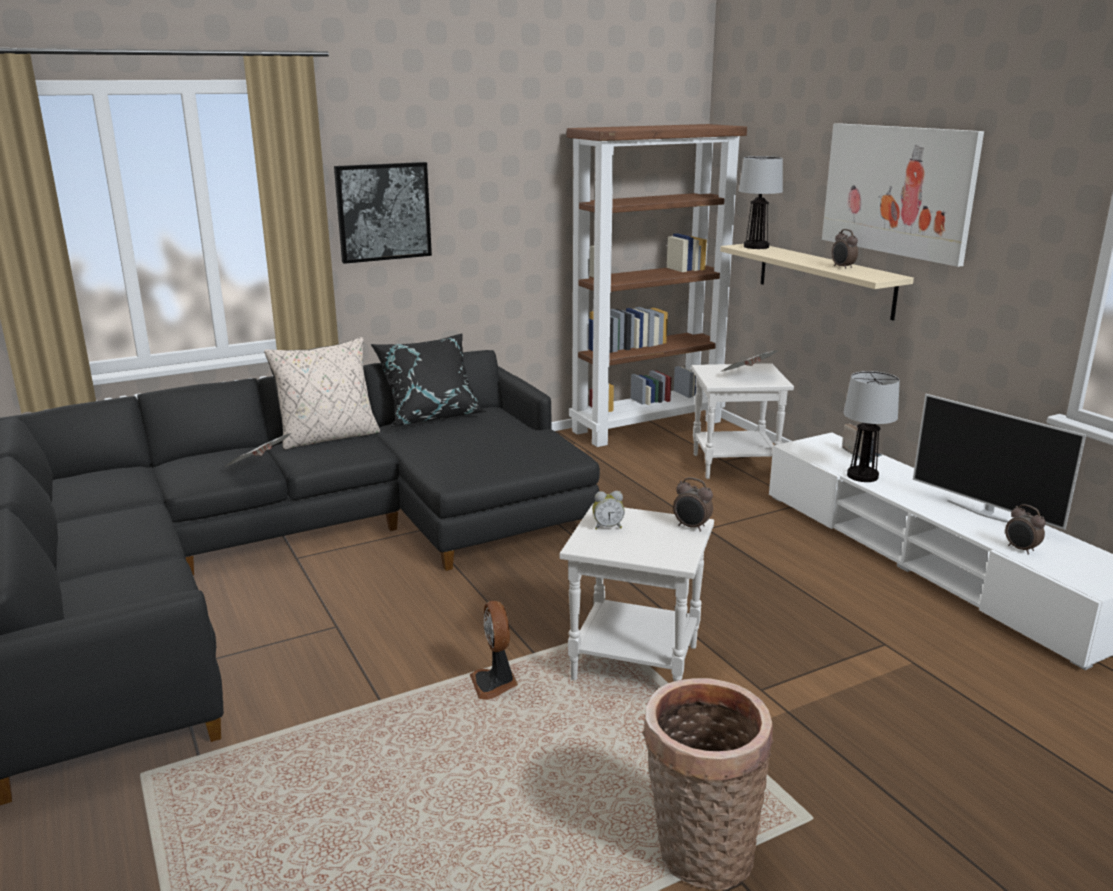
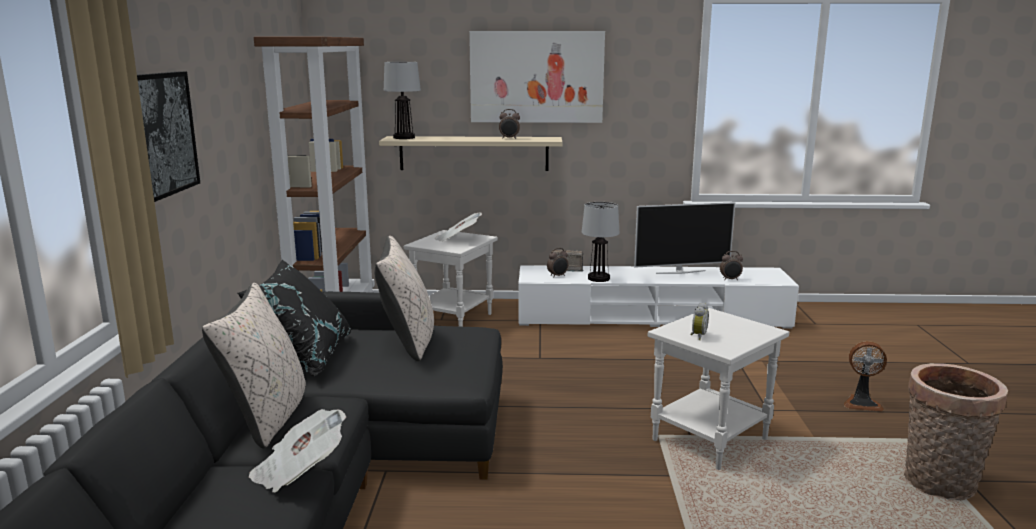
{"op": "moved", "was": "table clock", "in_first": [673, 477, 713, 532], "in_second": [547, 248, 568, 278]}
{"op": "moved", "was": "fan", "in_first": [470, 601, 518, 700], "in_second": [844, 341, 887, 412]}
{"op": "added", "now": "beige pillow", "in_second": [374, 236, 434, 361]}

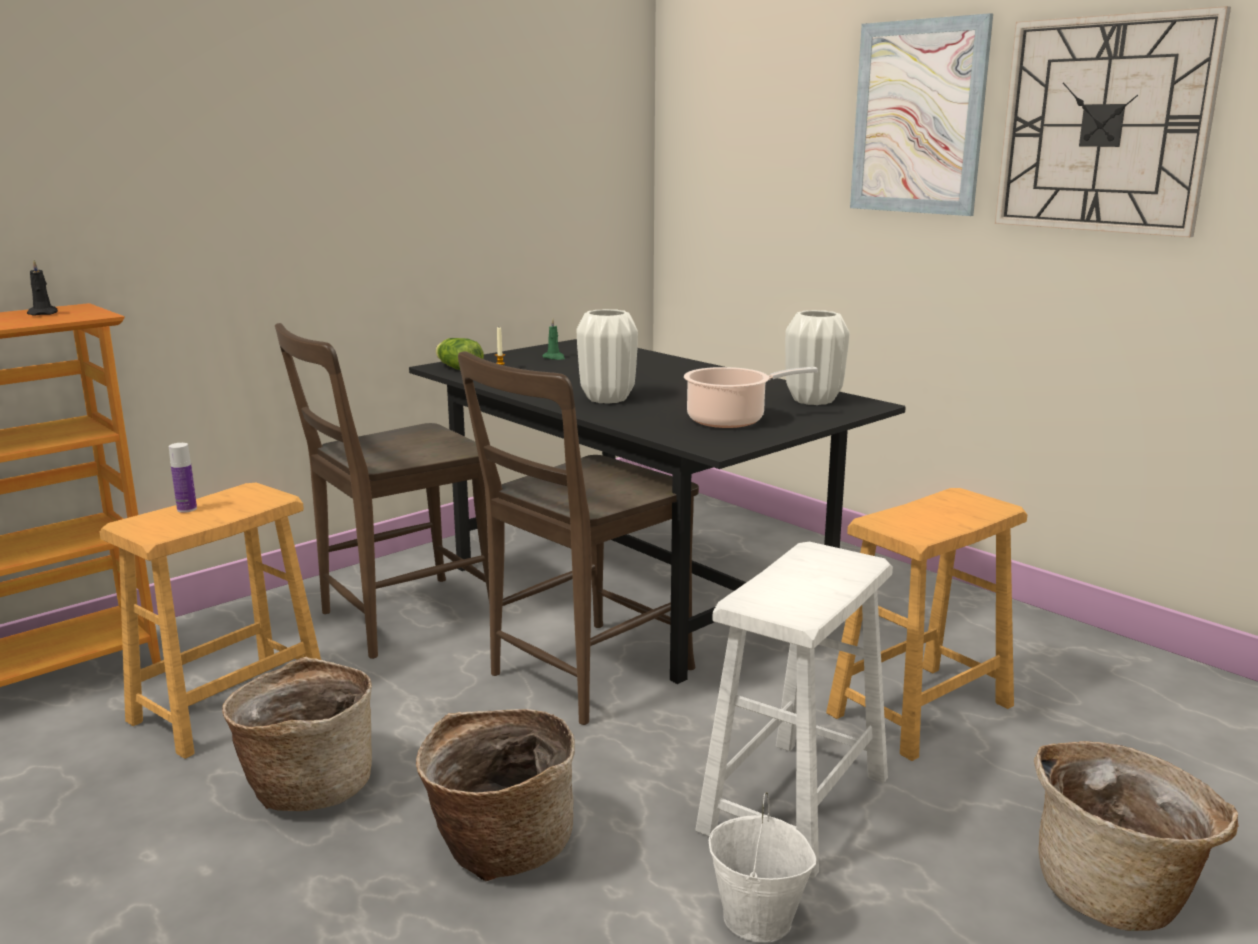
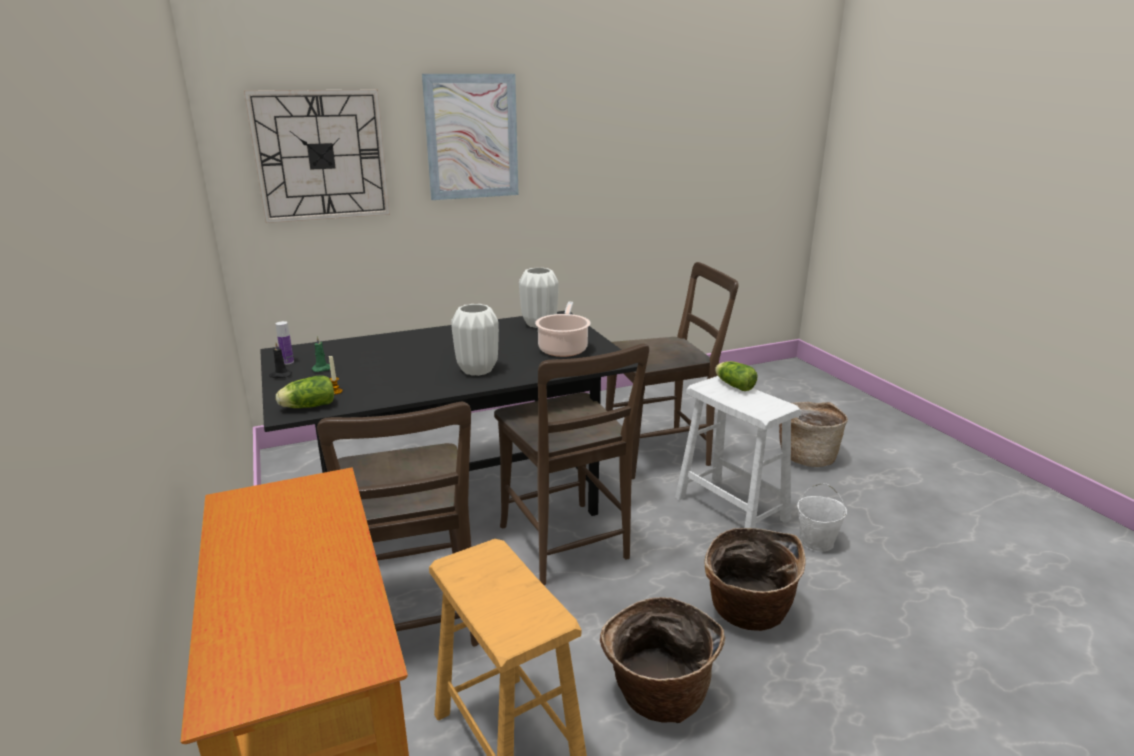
{"op": "moved", "was": "hanging clock", "in_first": [995, 6, 1231, 237], "in_second": [244, 90, 390, 223]}
{"op": "moved", "was": "blackish wax candle", "in_first": [27, 260, 58, 315], "in_second": [269, 343, 292, 378]}
{"op": "moved", "was": "beverage bottle", "in_first": [169, 443, 197, 513], "in_second": [276, 321, 294, 365]}
{"op": "replaced", "was": "brown sitting stool", "now": "brown plain chair", "in_first": [826, 488, 1027, 761], "in_second": [605, 262, 739, 479]}
{"op": "added", "now": "head of lettuce", "in_second": [715, 361, 758, 391]}

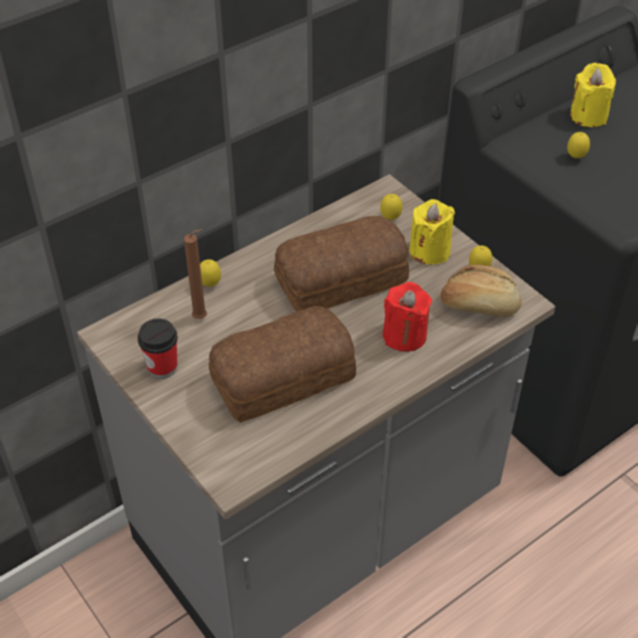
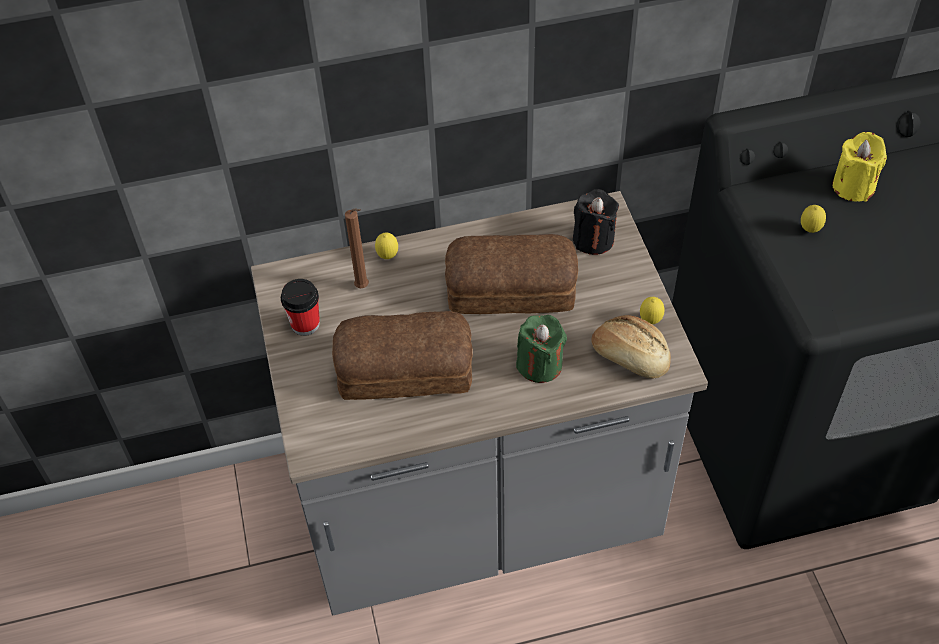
{"op": "replaced", "was": "whole lemon", "now": "blackish wax candle", "in_first": [380, 194, 402, 220], "in_second": [573, 189, 619, 255]}
{"op": "removed", "was": "yellow-coloured wax candle", "in_first": [409, 199, 455, 265]}
{"op": "recoloured", "was": "reddish wax candle", "now": "greenish wax candle", "in_first": [383, 282, 432, 352], "in_second": [516, 315, 567, 383]}

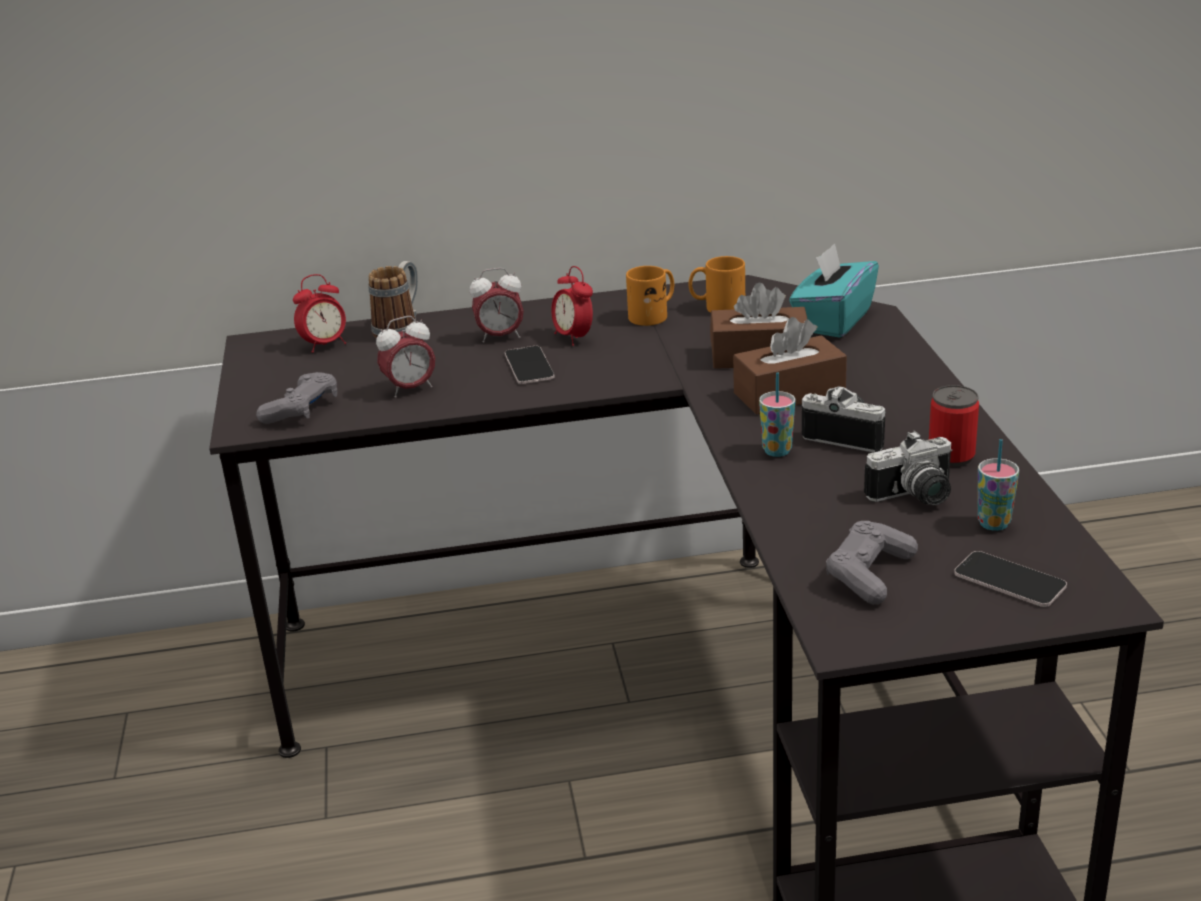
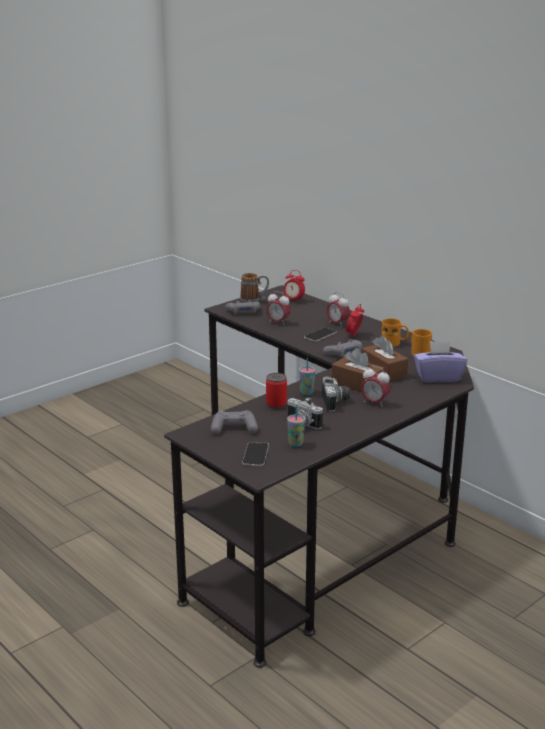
{"op": "recoloured", "was": "turquoise tissue holder", "now": "purplish tissue holder", "in_first": [789, 243, 879, 338], "in_second": [414, 341, 467, 382]}
{"op": "moved", "was": "coffee mug", "in_first": [368, 261, 418, 338], "in_second": [240, 273, 269, 303]}
{"op": "moved", "was": "metal can", "in_first": [929, 385, 979, 467], "in_second": [266, 373, 287, 409]}
{"op": "added", "now": "grey game controller", "in_second": [323, 340, 362, 357]}
{"op": "added", "now": "table clock", "in_second": [361, 366, 391, 407]}

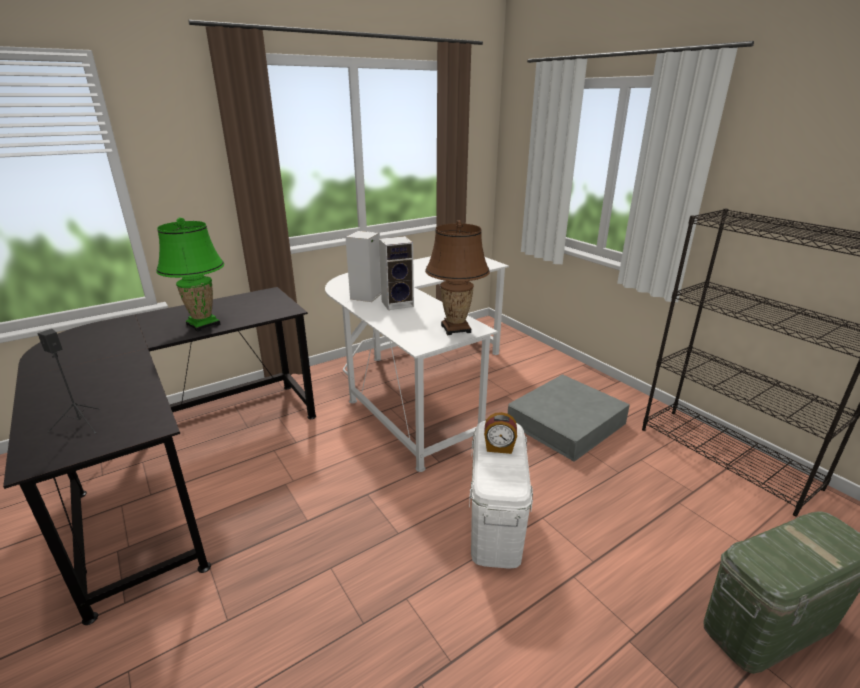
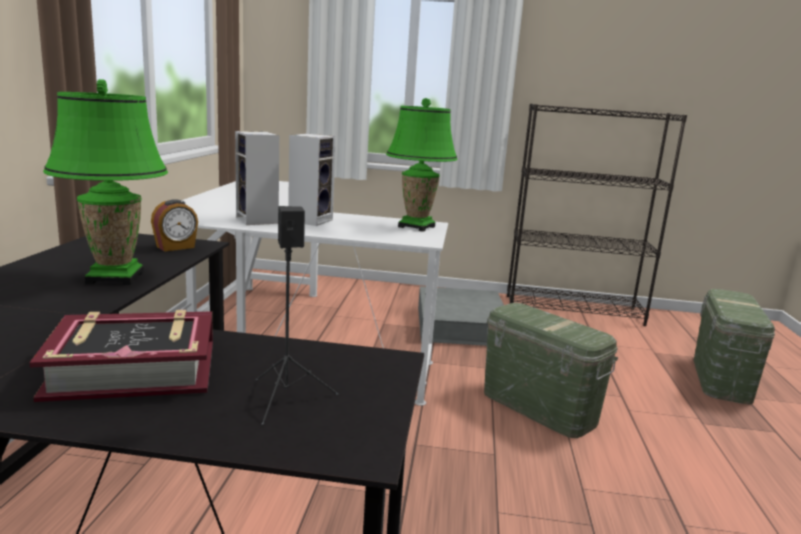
{"op": "recoloured", "was": "brown tabletop lamp", "now": "greenish tabletop lamp", "in_first": [425, 220, 490, 335], "in_second": [386, 98, 458, 232]}
{"op": "moved", "was": "table clock", "in_first": [484, 412, 517, 454], "in_second": [151, 199, 198, 252]}
{"op": "recoloured", "was": "whitish storage bin", "now": "greenish storage bin", "in_first": [469, 421, 533, 569], "in_second": [484, 303, 618, 438]}
{"op": "added", "now": "bound book", "in_second": [29, 310, 213, 402]}

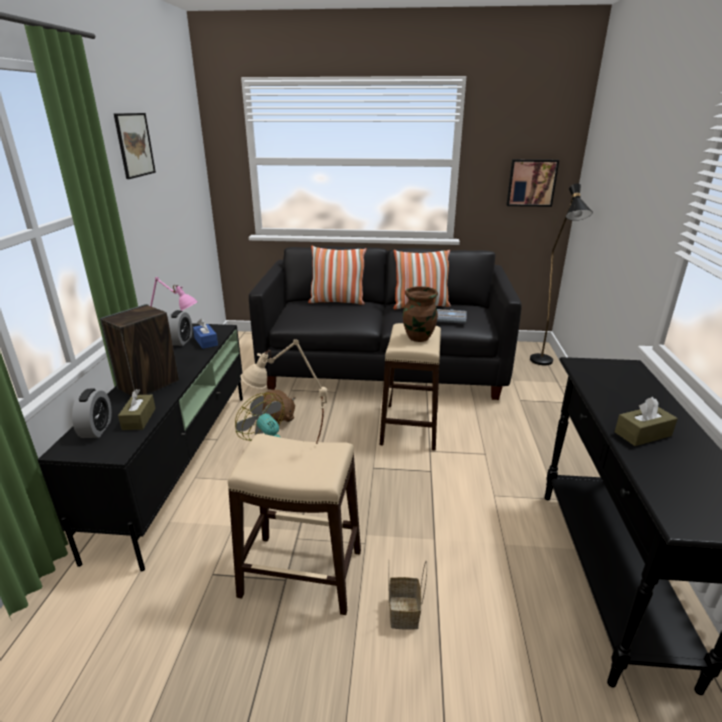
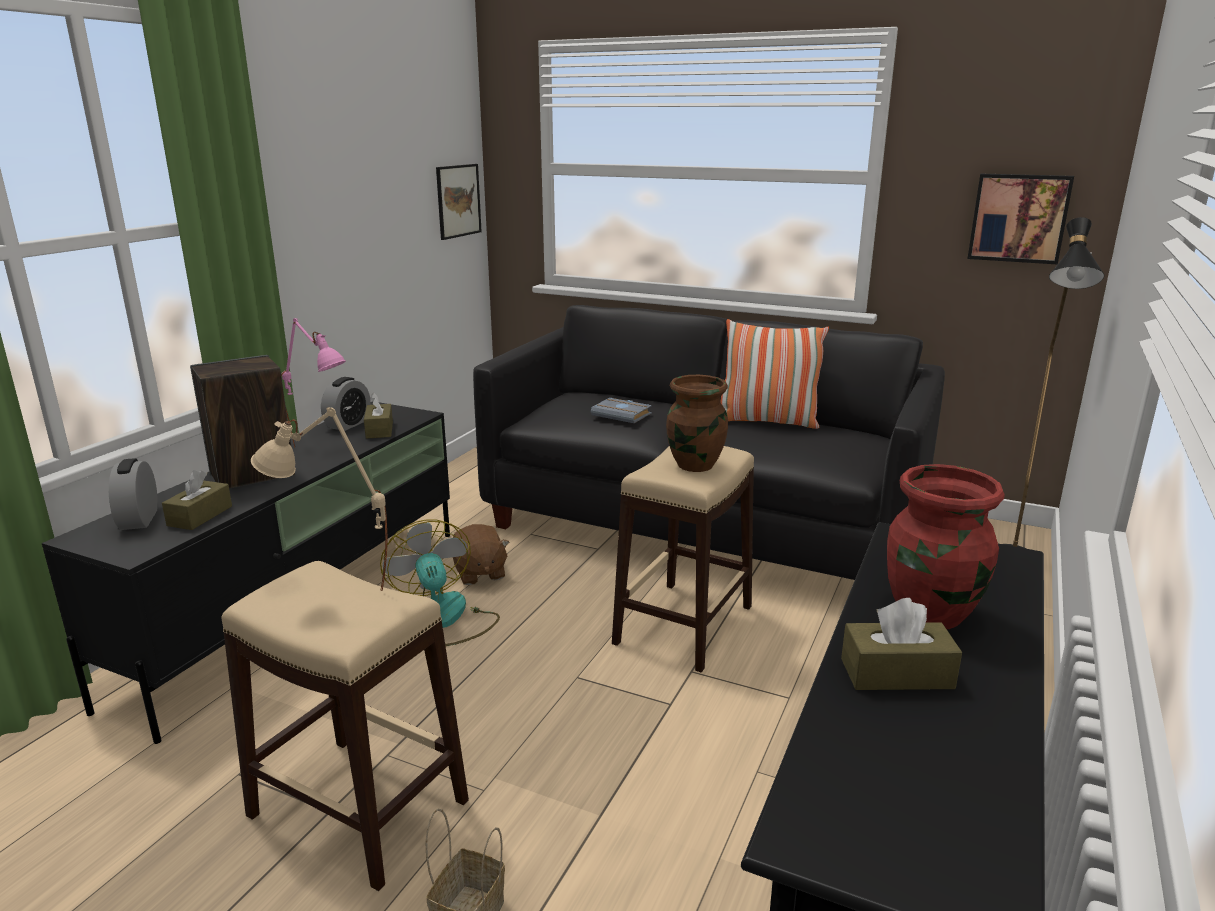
{"op": "moved", "was": "wall picture", "in_first": [114, 113, 156, 179], "in_second": [436, 164, 482, 240]}
{"op": "removed", "was": "pillow", "in_first": [308, 246, 367, 305]}
{"op": "moved", "was": "grey bound book", "in_first": [437, 309, 467, 324], "in_second": [591, 398, 652, 423]}
{"op": "recoloured", "was": "bluish tissue holder", "now": "brown tissue holder", "in_first": [193, 319, 218, 349], "in_second": [364, 393, 393, 439]}
{"op": "turned", "was": "table clock", "in_first": [72, 389, 112, 438], "in_second": [109, 458, 158, 530], "clockwise": 150}
{"op": "added", "now": "reddish vase", "in_second": [887, 464, 1005, 629]}

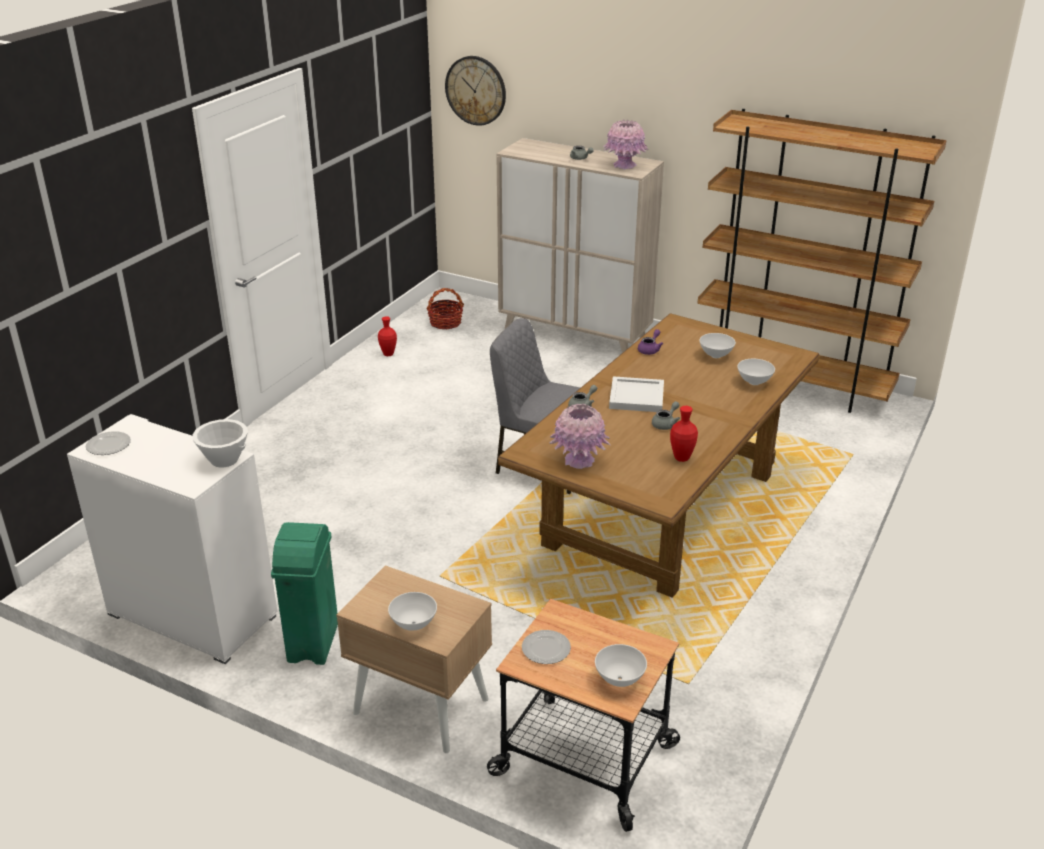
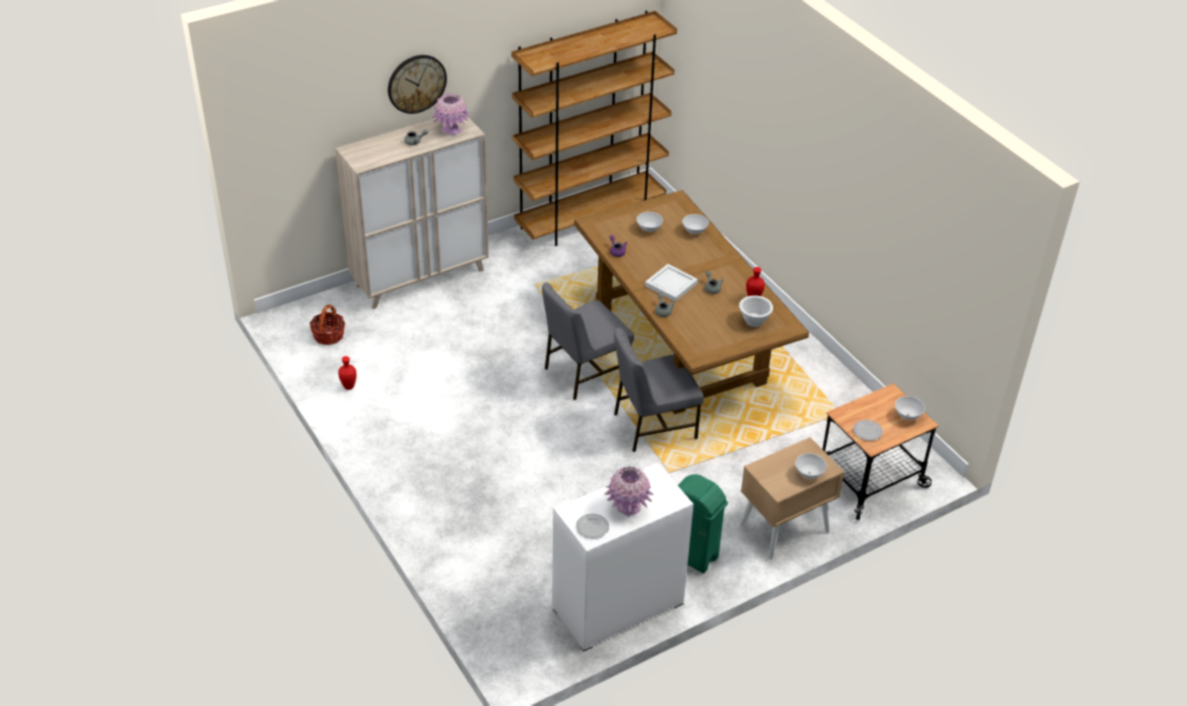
{"op": "moved", "was": "hanging clock", "in_first": [445, 56, 506, 126], "in_second": [388, 55, 447, 114]}
{"op": "moved", "was": "pink vase", "in_first": [549, 403, 610, 469], "in_second": [604, 466, 654, 517]}
{"op": "moved", "was": "whitish serving bowl", "in_first": [193, 419, 248, 468], "in_second": [739, 296, 773, 327]}
{"op": "added", "now": "grey plain chair", "in_second": [614, 327, 704, 452]}

